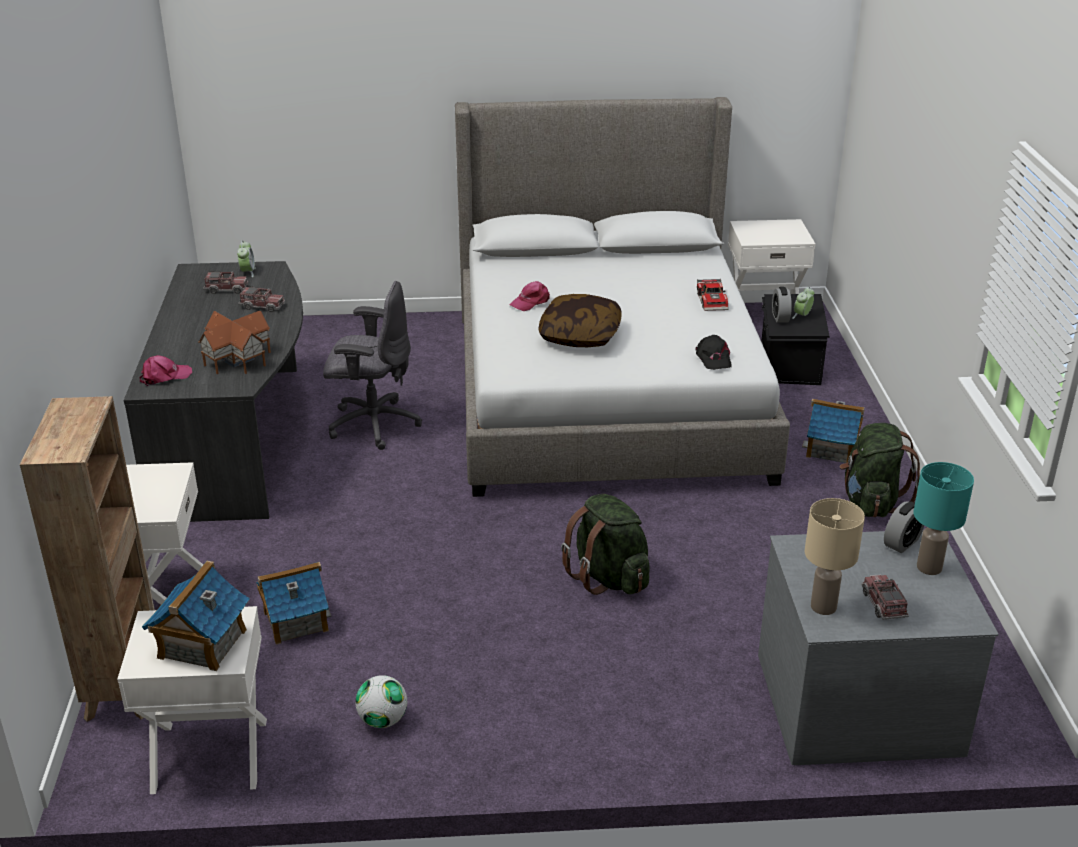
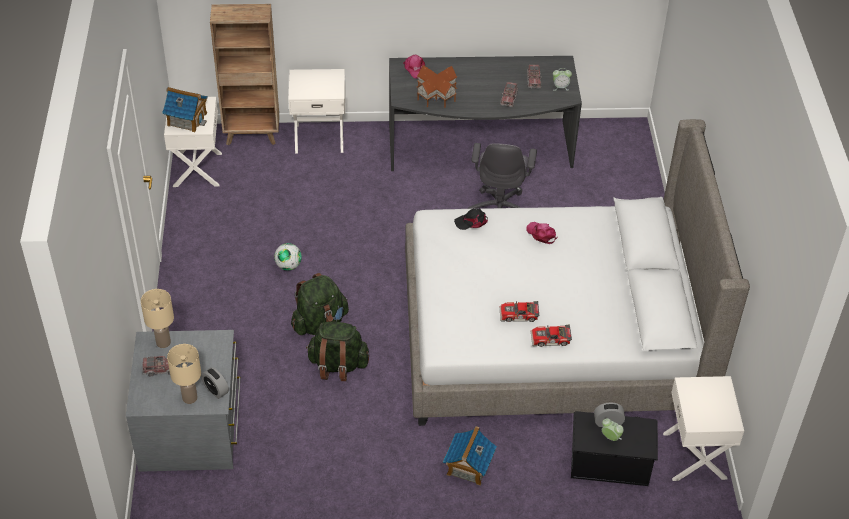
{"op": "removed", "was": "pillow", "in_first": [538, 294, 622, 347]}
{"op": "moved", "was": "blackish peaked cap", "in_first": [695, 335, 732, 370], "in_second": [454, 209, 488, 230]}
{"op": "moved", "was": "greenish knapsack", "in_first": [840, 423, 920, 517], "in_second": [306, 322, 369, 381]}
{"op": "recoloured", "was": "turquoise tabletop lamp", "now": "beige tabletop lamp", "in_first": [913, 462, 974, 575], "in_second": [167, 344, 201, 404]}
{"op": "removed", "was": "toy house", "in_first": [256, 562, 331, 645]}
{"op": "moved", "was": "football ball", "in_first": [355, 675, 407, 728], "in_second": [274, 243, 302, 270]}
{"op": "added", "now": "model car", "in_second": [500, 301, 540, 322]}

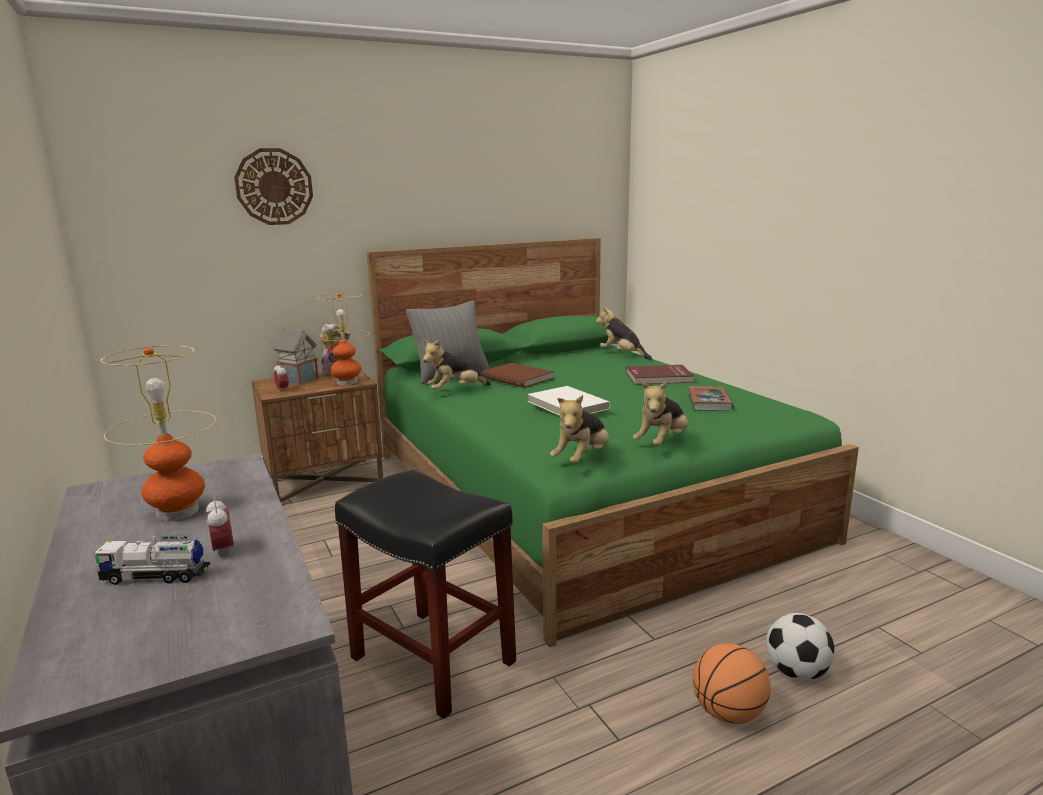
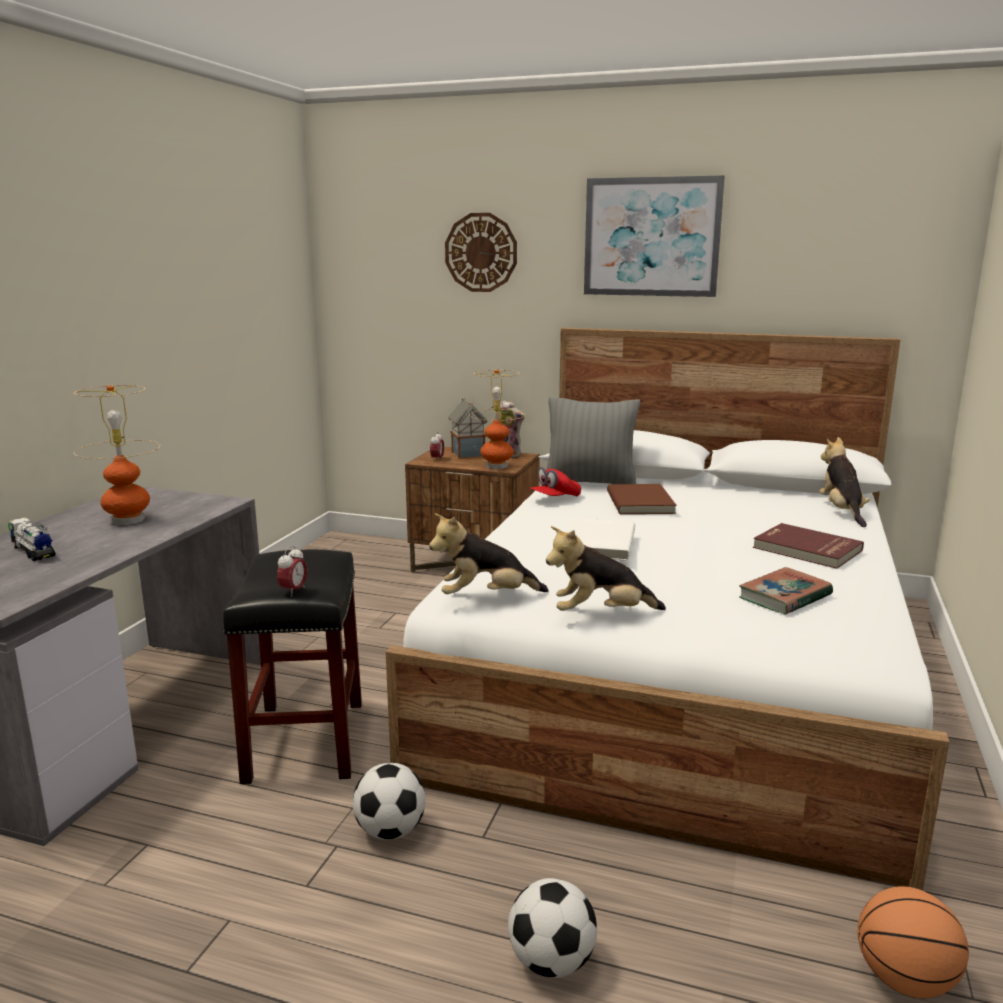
{"op": "recoloured", "was": "greenish bedroom bed", "now": "whitish bedroom bed", "in_first": [367, 238, 859, 647], "in_second": [386, 328, 949, 891]}
{"op": "replaced", "was": "plush toy", "now": "reddish peaked cap", "in_first": [423, 340, 491, 390], "in_second": [529, 467, 581, 496]}
{"op": "moved", "was": "table clock", "in_first": [206, 497, 234, 556], "in_second": [277, 546, 307, 596]}
{"op": "moved", "was": "ball for basketball", "in_first": [693, 643, 771, 724], "in_second": [857, 886, 969, 998]}
{"op": "added", "now": "wall picture", "in_second": [584, 175, 725, 297]}
{"op": "added", "now": "football ball", "in_second": [353, 763, 426, 840]}

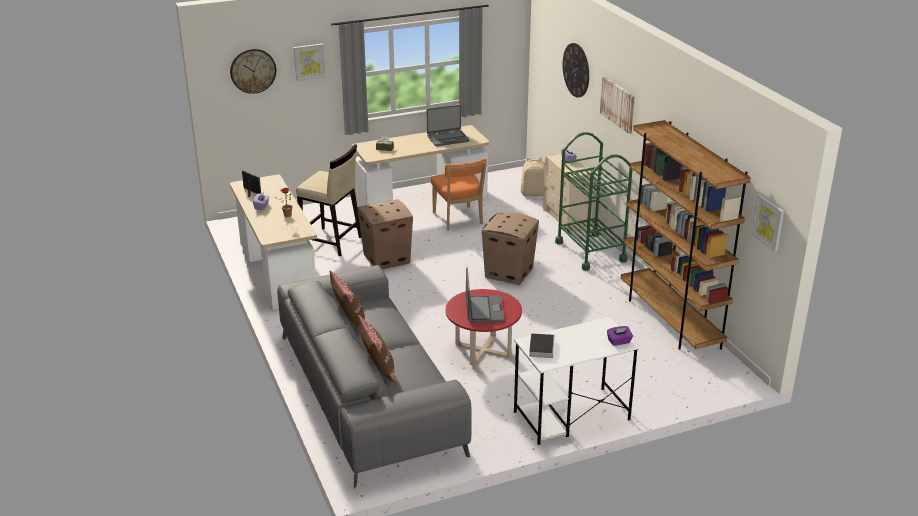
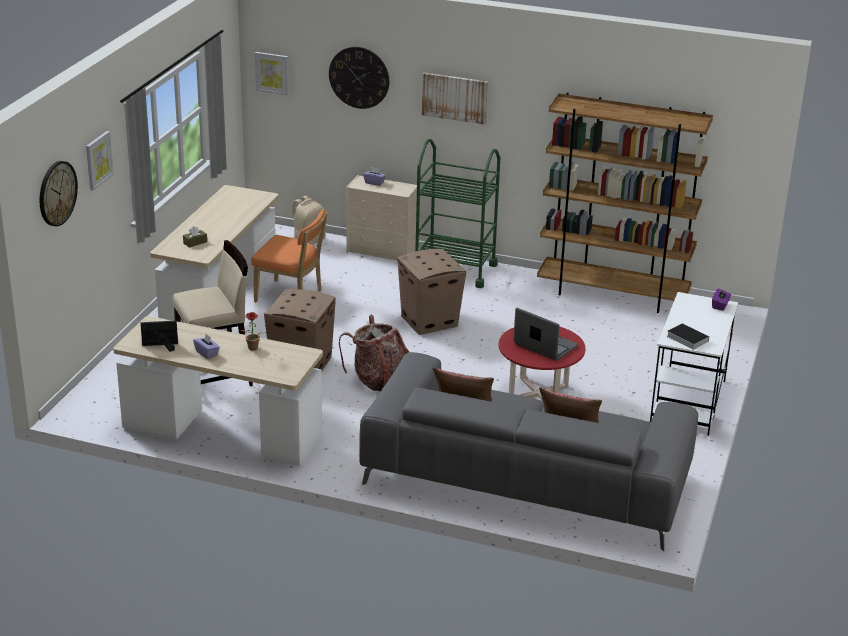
{"op": "removed", "was": "laptop", "in_first": [427, 105, 470, 146]}
{"op": "moved", "was": "wall picture", "in_first": [752, 195, 784, 252], "in_second": [255, 52, 289, 95]}
{"op": "added", "now": "knapsack", "in_second": [339, 314, 409, 392]}

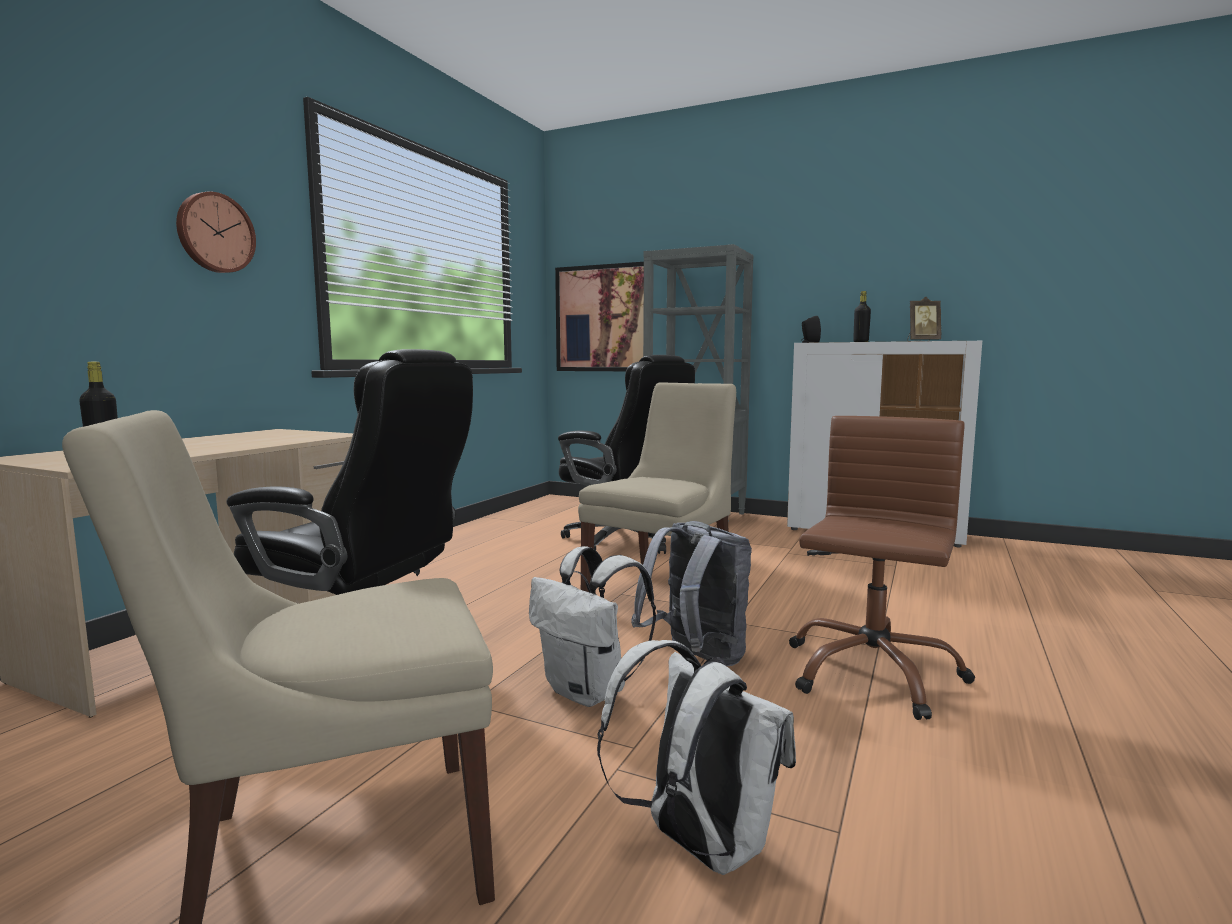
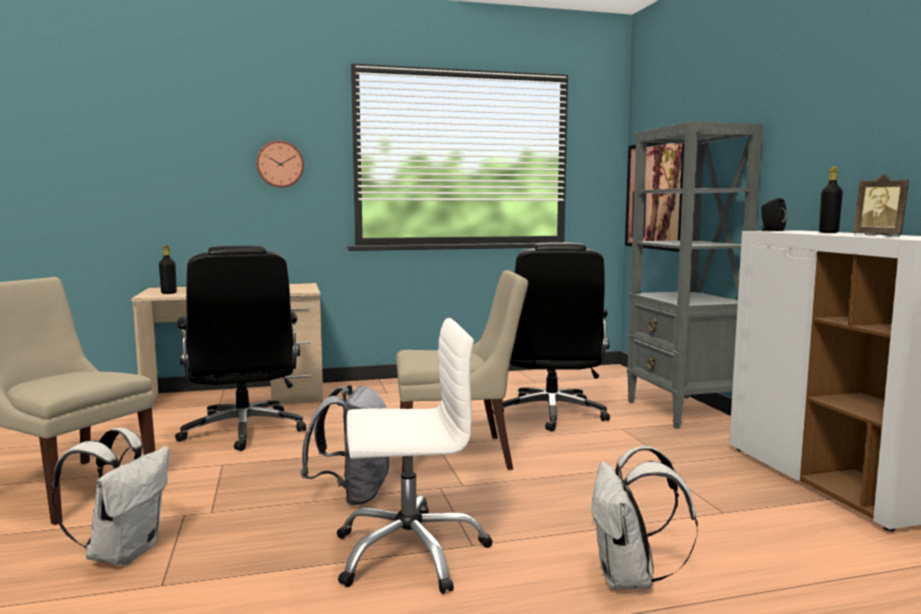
{"op": "recoloured", "was": "brown desk chair", "now": "whitish desk chair", "in_first": [789, 416, 975, 720], "in_second": [337, 318, 493, 594]}
{"op": "moved", "was": "whitish knapsack", "in_first": [529, 546, 656, 707], "in_second": [591, 446, 698, 589]}

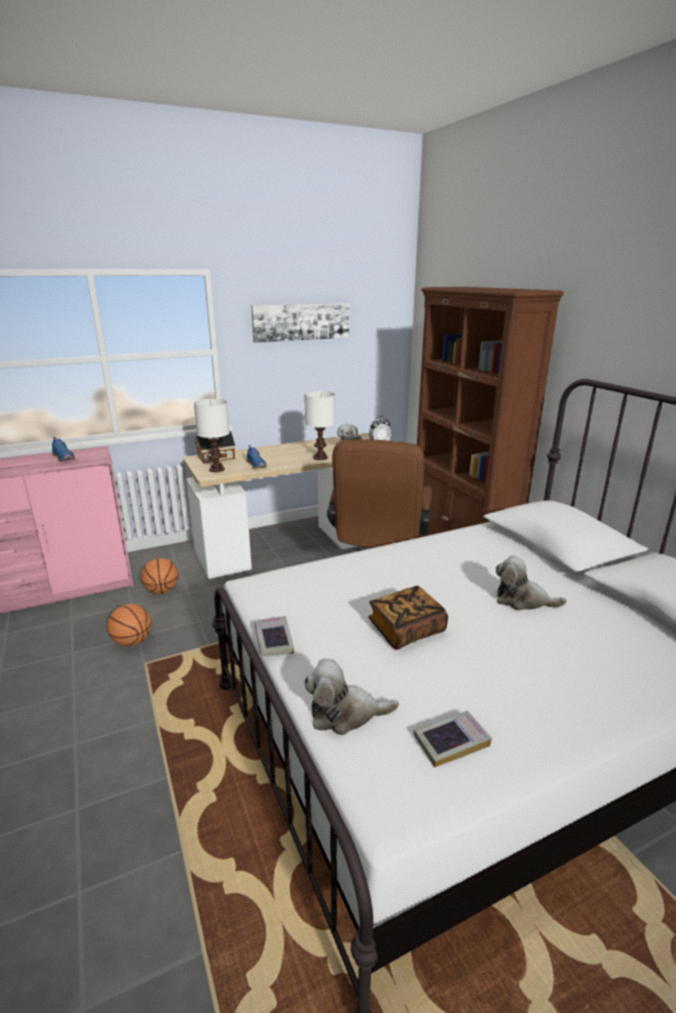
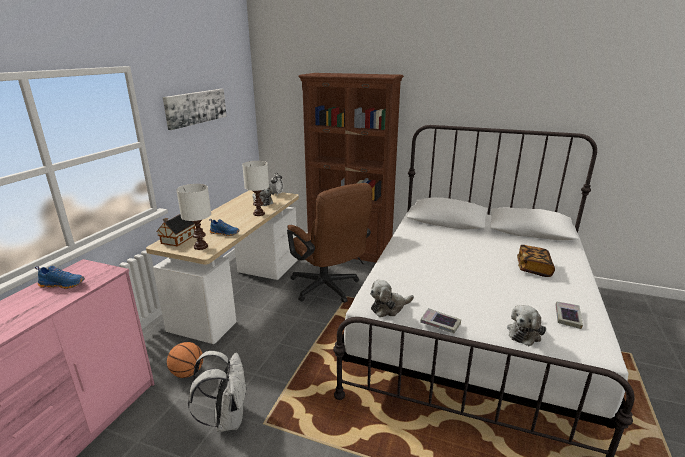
{"op": "moved", "was": "plush toy", "in_first": [496, 556, 567, 611], "in_second": [370, 280, 414, 317]}
{"op": "moved", "was": "bound book", "in_first": [368, 586, 448, 650], "in_second": [517, 245, 555, 277]}
{"op": "replaced", "was": "ball for basketball", "now": "whitish knapsack", "in_first": [107, 604, 152, 646], "in_second": [188, 351, 248, 432]}

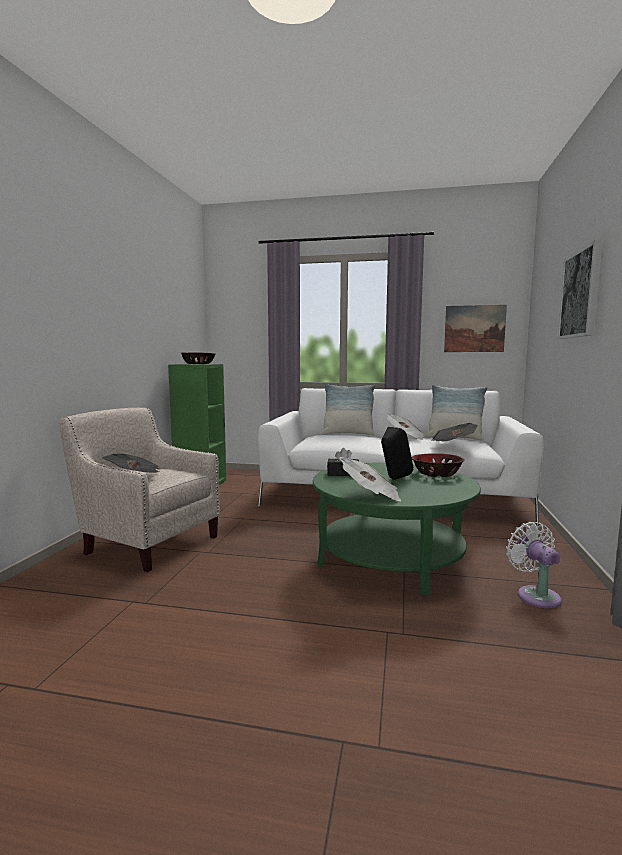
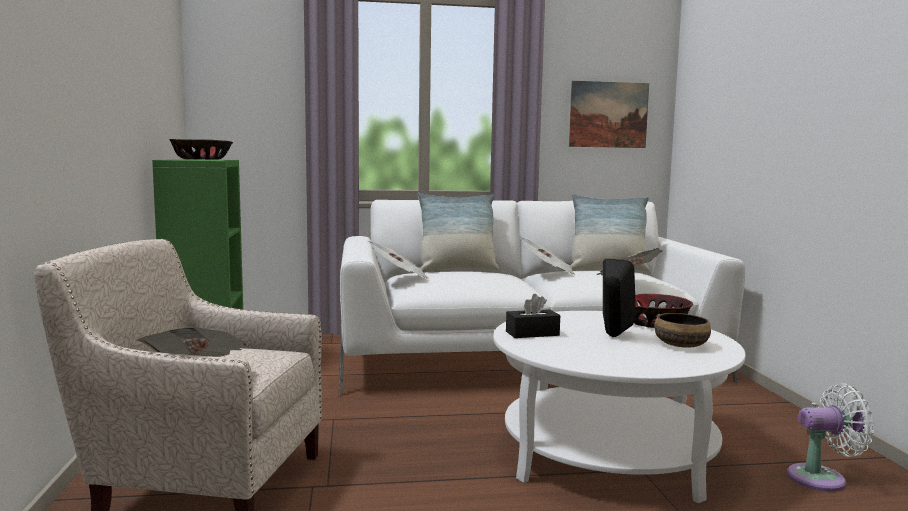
{"op": "removed", "was": "wall picture", "in_first": [558, 240, 603, 339]}
{"op": "moved", "was": "daily paper", "in_first": [340, 457, 401, 501], "in_second": [368, 241, 430, 279]}
{"op": "recoloured", "was": "greenish low table", "now": "whitish low table", "in_first": [313, 462, 481, 596], "in_second": [493, 311, 745, 503]}
{"op": "turned", "was": "whitish fan", "in_first": [506, 522, 562, 608], "in_second": [787, 384, 874, 492], "clockwise": 120}
{"op": "added", "now": "serving bowl", "in_second": [654, 313, 711, 348]}

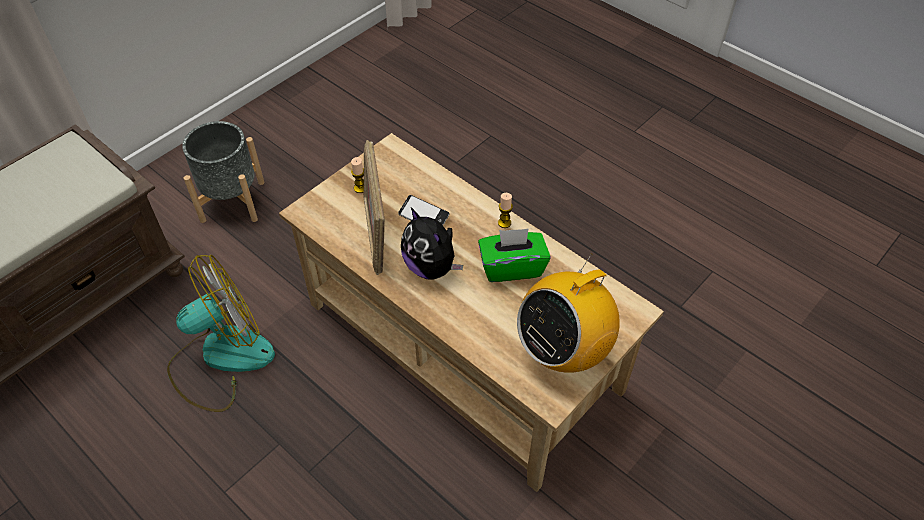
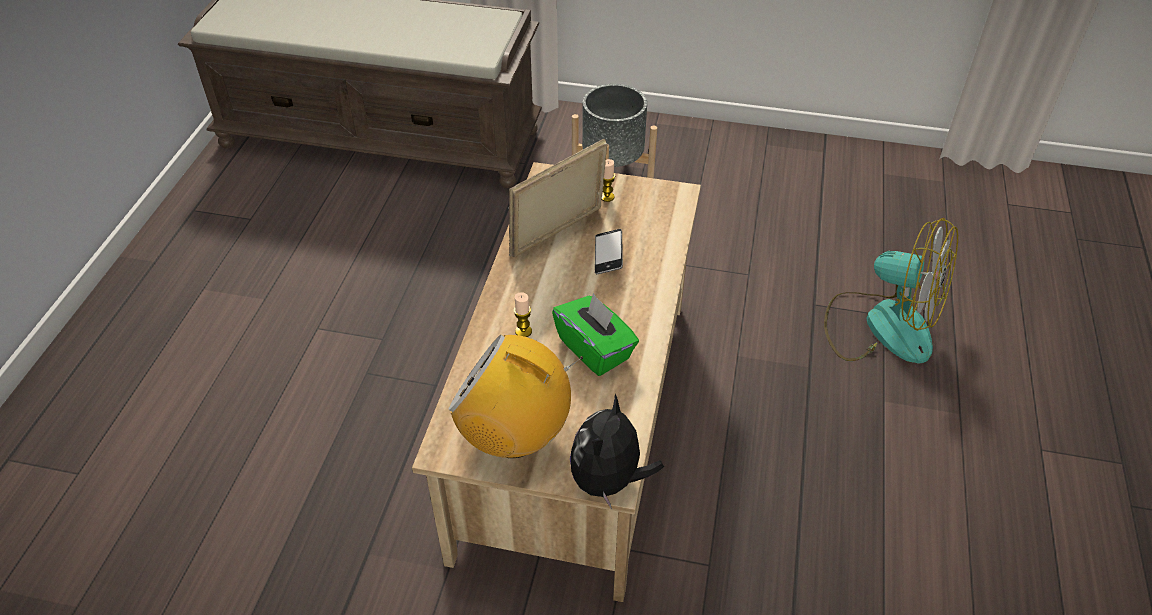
{"op": "moved", "was": "wax candle", "in_first": [498, 193, 513, 228], "in_second": [514, 292, 532, 337]}
{"op": "moved", "was": "plush toy", "in_first": [401, 208, 463, 279], "in_second": [570, 394, 664, 509]}
{"op": "moved", "was": "fan", "in_first": [167, 255, 275, 412], "in_second": [824, 218, 958, 364]}

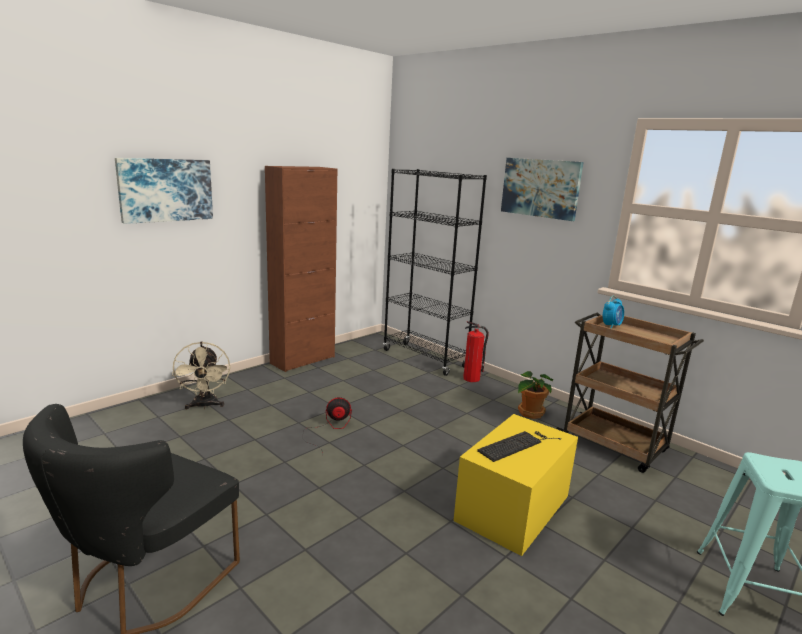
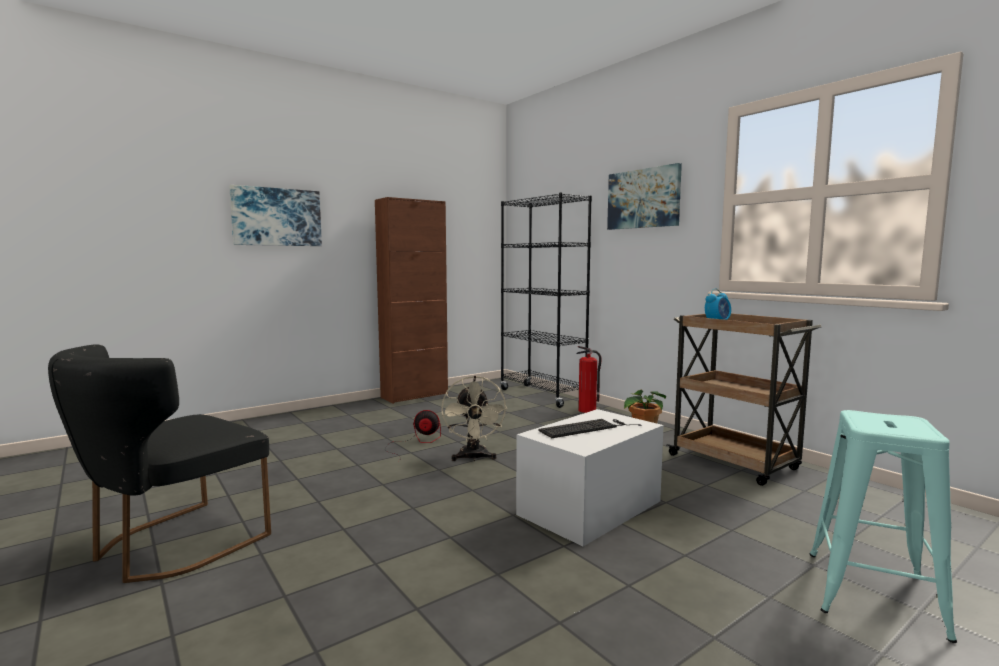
{"op": "moved", "was": "beige fan", "in_first": [172, 342, 230, 409], "in_second": [441, 376, 507, 461]}
{"op": "recoloured", "was": "yellow-coloured storage bin", "now": "whitish storage bin", "in_first": [454, 414, 578, 556], "in_second": [516, 409, 664, 546]}

